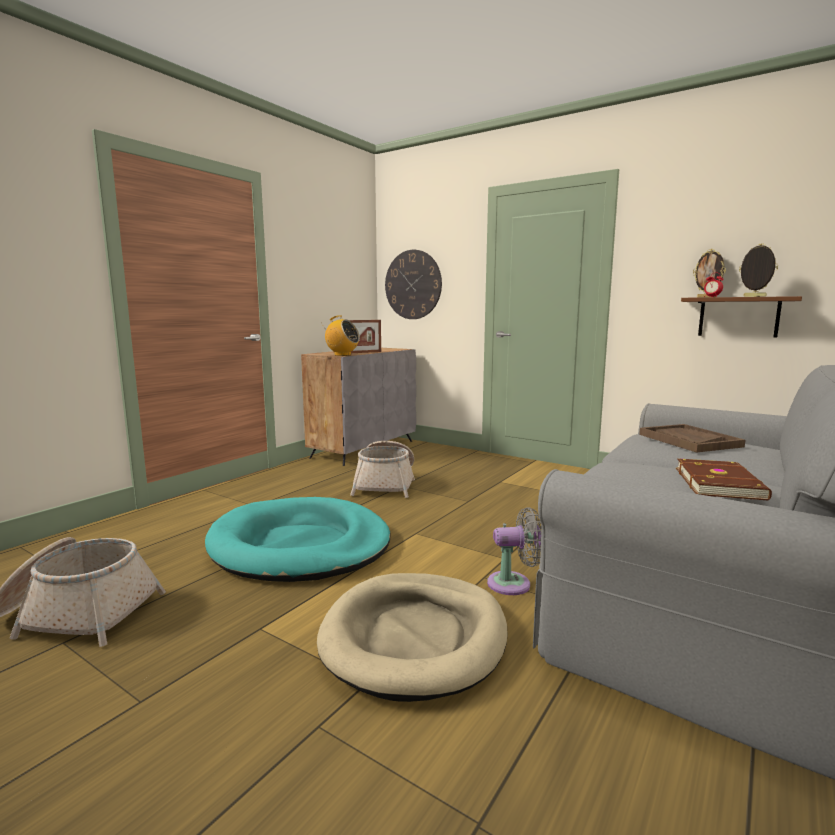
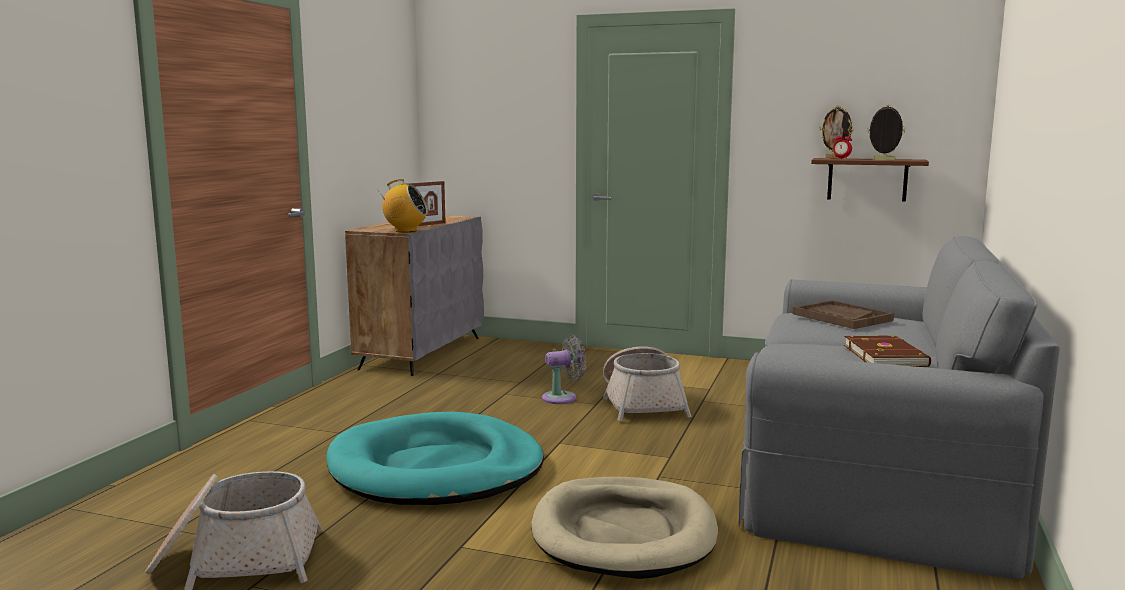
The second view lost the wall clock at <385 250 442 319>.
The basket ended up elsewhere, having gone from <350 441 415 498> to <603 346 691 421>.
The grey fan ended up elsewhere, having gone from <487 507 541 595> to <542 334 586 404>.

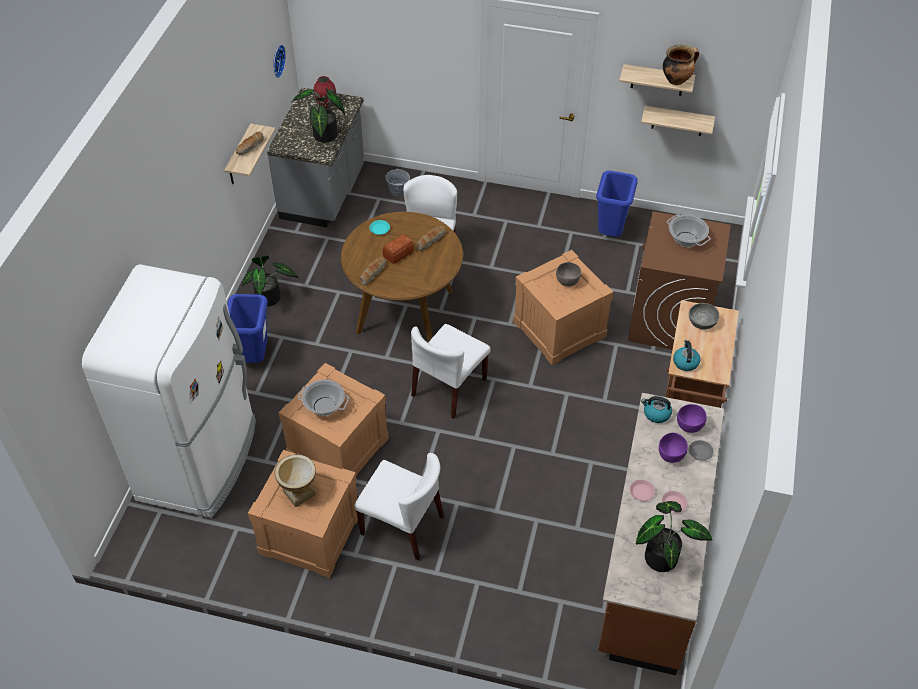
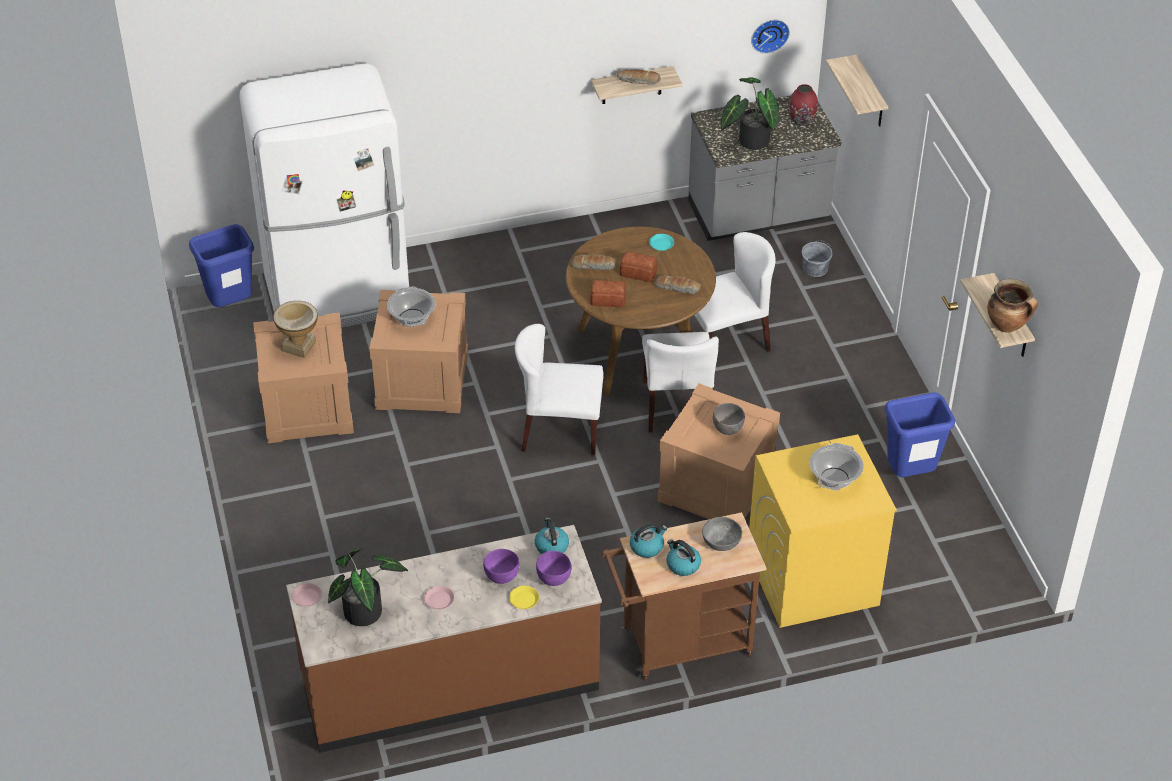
The shelf ended up elsewhere, having gone from <641 106 715 136> to <826 55 888 126>.
What was the brown washing machine at <628 211 731 349> turned into the yellow washing machine at <749 434 897 628>.
The second view lost the potted plant at <242 255 299 307>.
The blue trash can ended up elsewhere, having gone from <227 294 268 363> to <189 224 254 307>.
What was the grey plate at <689 440 714 461> turned into the yellow plate at <509 586 539 609>.
The white chair ended up elsewhere, having gone from <355 453 444 561> to <642 332 719 432>.
The pink plate ended up elsewhere, having gone from <630 480 655 501> to <292 583 322 607>.
The second view gained the bread at <590 280 626 307>.
The second view gained the kettle at <667 539 701 576>.

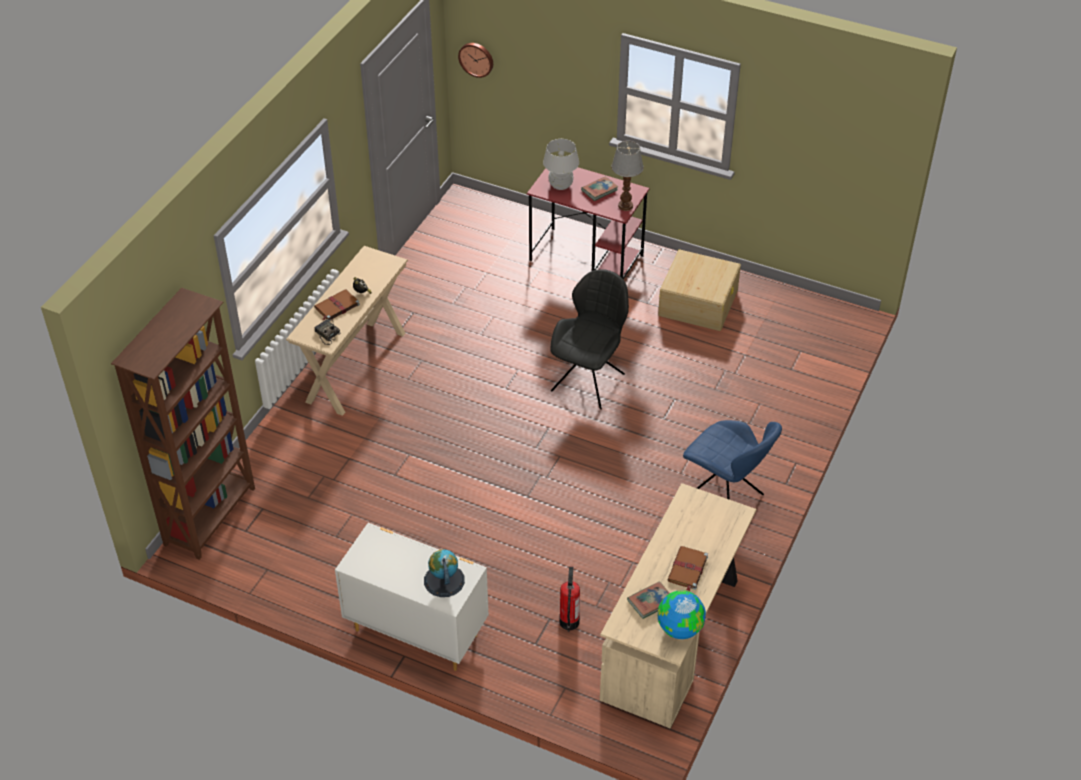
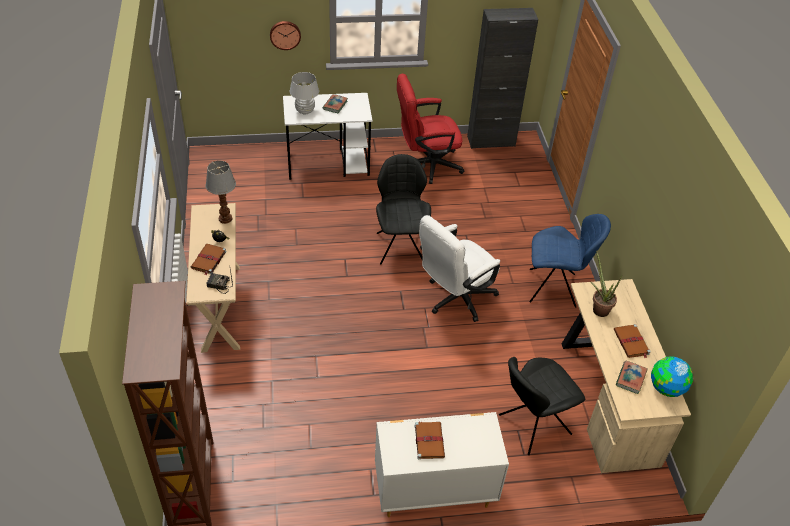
The wall clock ended up elsewhere, having gone from <458 43 493 78> to <270 21 301 50>.
The table lamp ended up elsewhere, having gone from <611 141 644 211> to <205 160 236 224>.
What was the red desk at <527 167 649 280> turned into the white desk at <283 93 373 180>.
Where the beige storage box stood at <658 250 741 331>, the red office chair came to stand at <397 74 464 184>.
The second view lost the globe at <424 549 465 597>.
Where the fire extinguisher stood at <559 566 580 632>, the black chair came to stand at <499 357 586 455>.
The second view gained the black cabinet at <467 8 538 149>.
The second view gained the white office chair at <419 215 500 322>.
The second view gained the potted plant at <591 251 622 317>.
The second view gained the brown book at <414 422 445 459>.

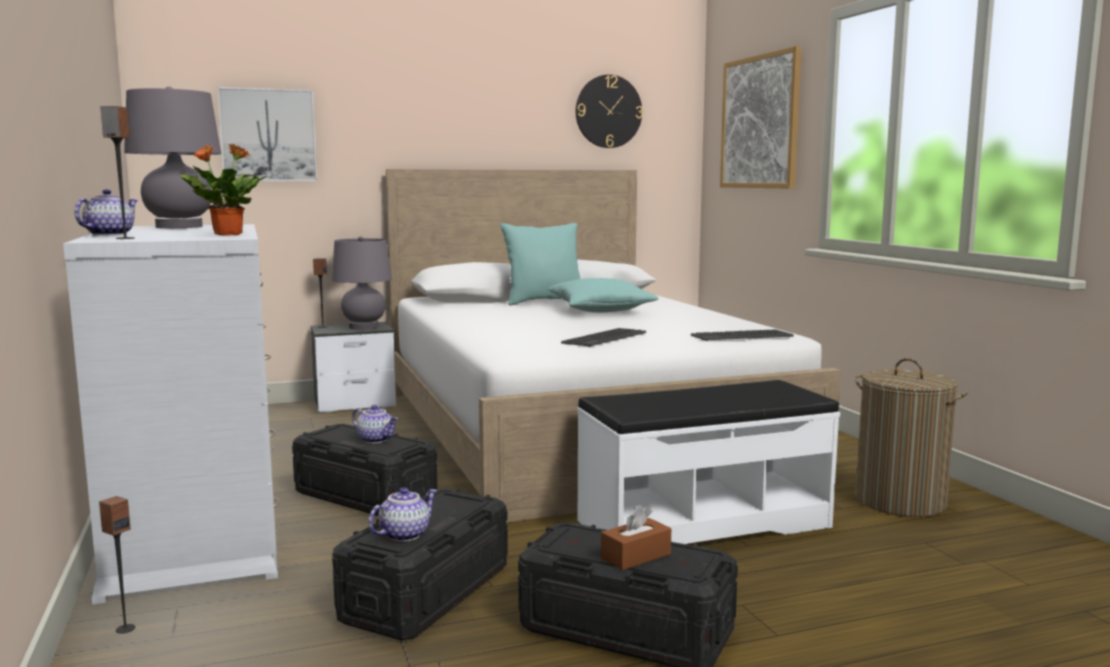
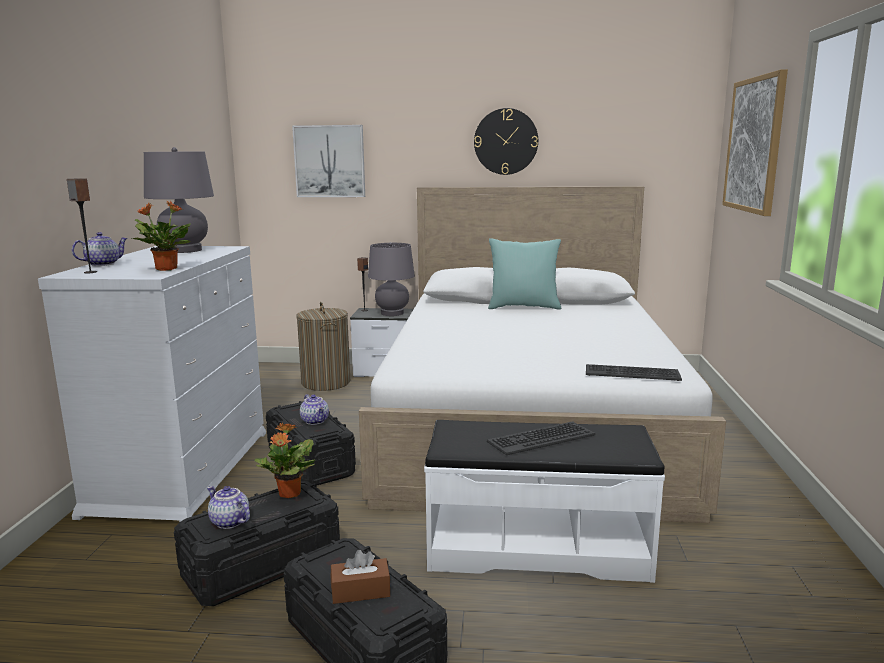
The wall clock ended up elsewhere, having gone from <575 75 643 148> to <474 108 538 175>.
The second view lost the turquoise pillow at <548 278 659 312>.
The keyboard ended up elsewhere, having gone from <561 328 646 347> to <487 421 595 455>.
The laundry basket ended up elsewhere, having gone from <855 358 968 517> to <296 302 350 391>.
The teapot at <368 488 437 542> ended up facing another way, 120 degrees counterclockwise from before.
The second view lost the speaker at <99 496 135 634>.
The second view gained the potted plant at <255 423 315 498>.

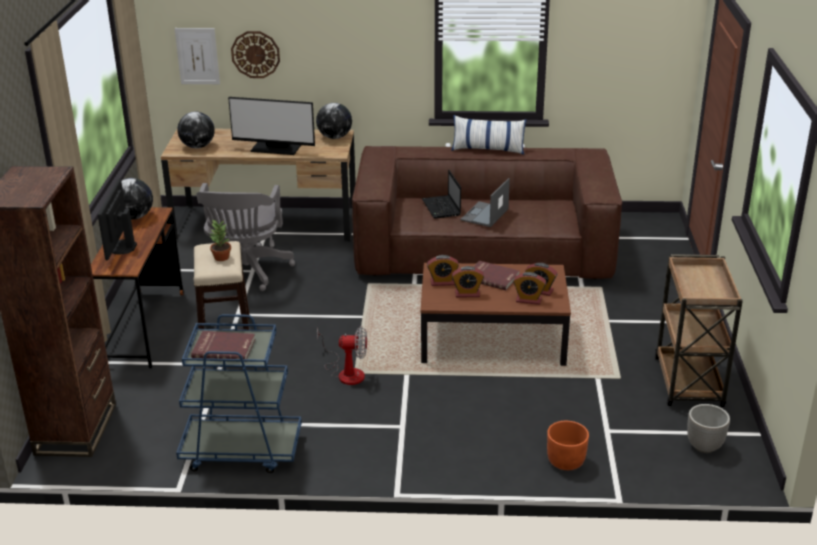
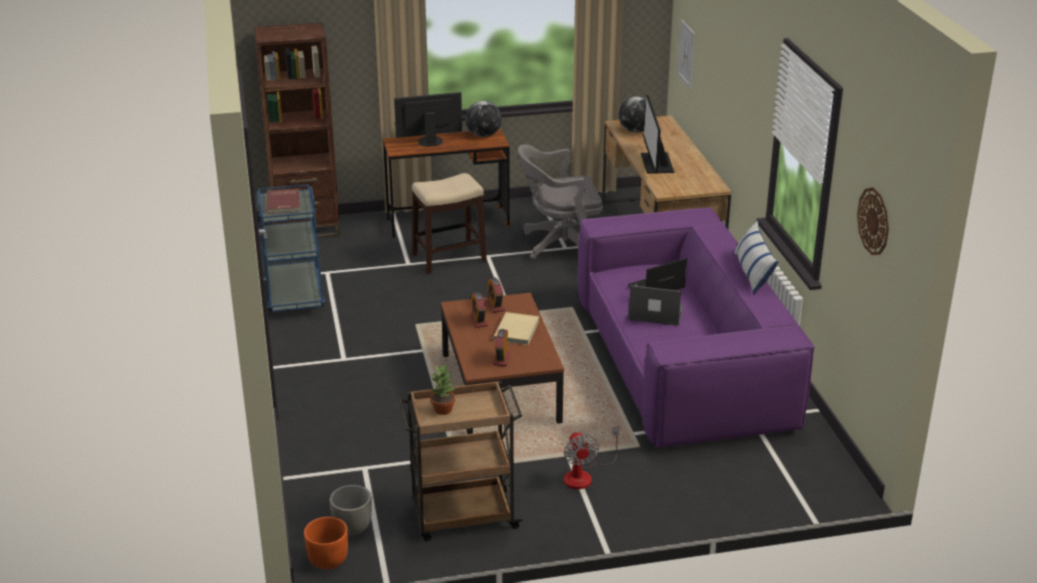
The wall clock ended up elsewhere, having gone from <231 31 280 78> to <857 187 889 255>.
The second view lost the globe at <316 103 352 139>.
What was the brown sofa at <352 146 622 279> turned into the purple sofa at <578 208 815 449>.
The potted plant ended up elsewhere, having gone from <210 219 231 261> to <430 365 455 415>.
What was the red book at <473 261 520 290> turned into the beige book at <493 312 539 345>.
The second view lost the alarm clock at <513 272 546 305>.
The fan ended up elsewhere, having gone from <317 326 367 385> to <564 426 619 489>.
The orange planter ended up elsewhere, having gone from <547 421 589 470> to <304 517 348 569>.

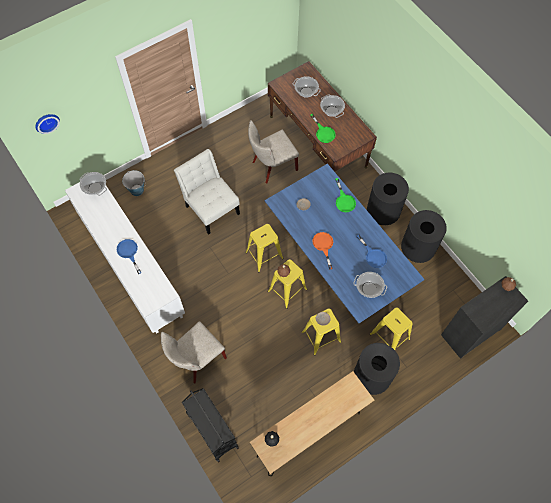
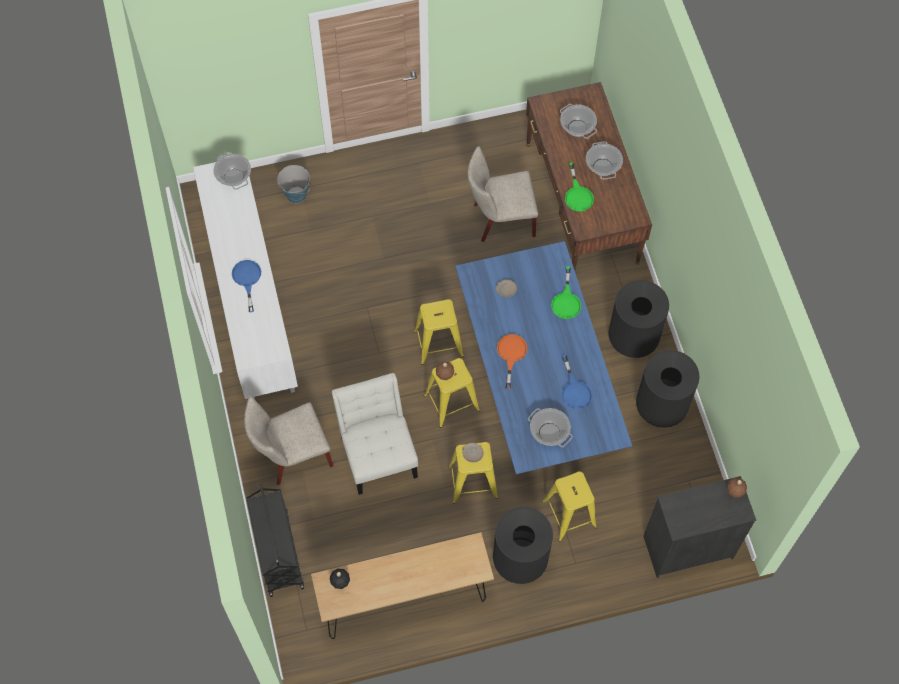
The second view lost the wall clock at <35 114 60 134>.
The white chair ended up elsewhere, having gone from <174 149 240 235> to <332 373 418 495>.

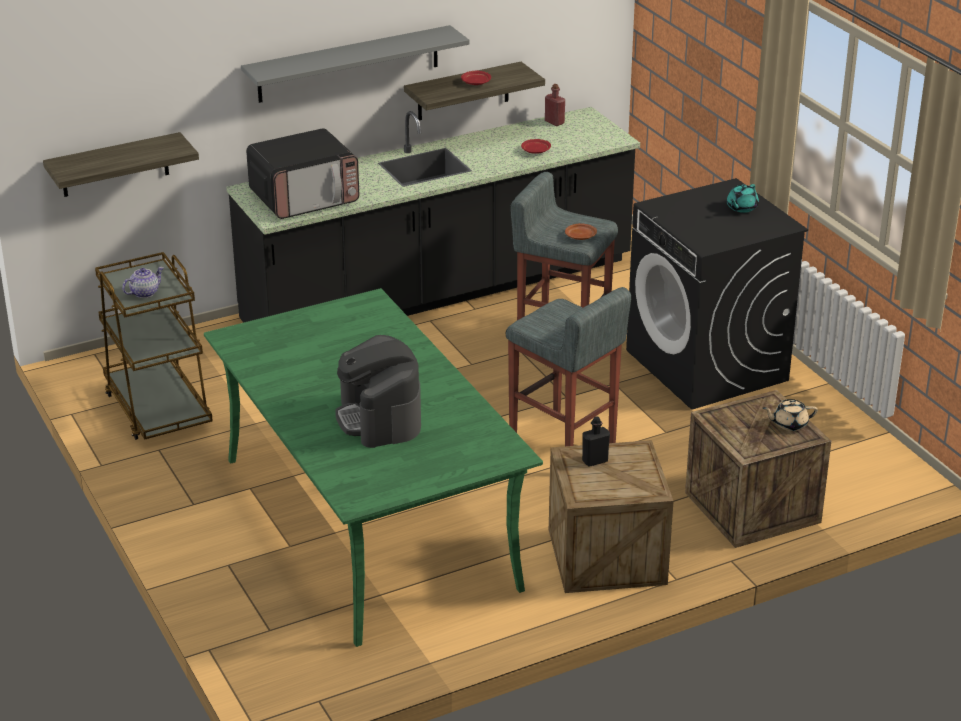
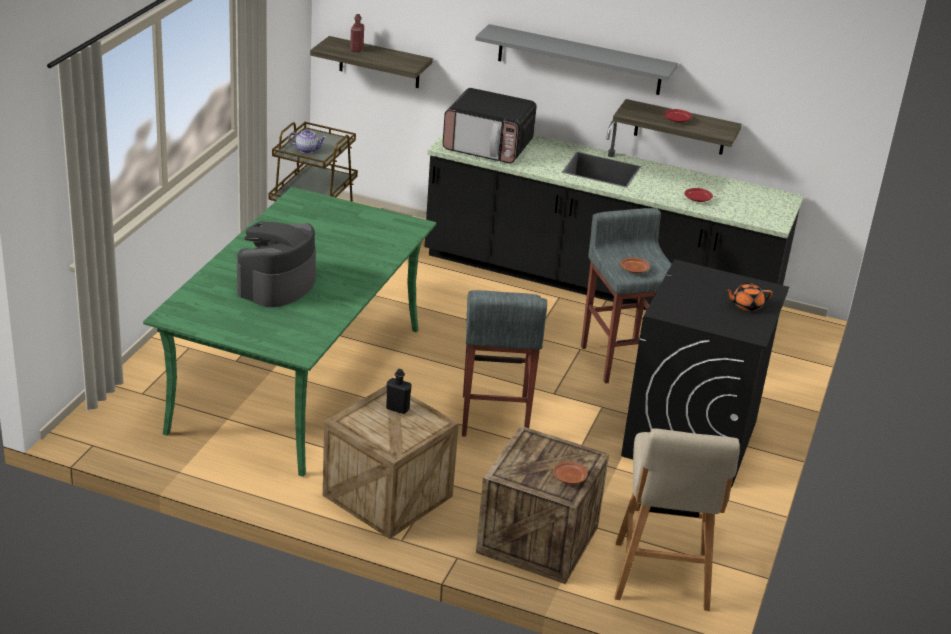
The red bottle ended up elsewhere, having gone from <545 84 565 126> to <350 14 364 52>.
What was the turquoise teapot at <727 184 759 213> turned into the orange teapot at <725 283 773 311>.
Where the beige teapot stood at <763 399 818 431>, the brown plate came to stand at <553 461 588 484>.
The second view gained the beige stool at <615 428 740 611>.

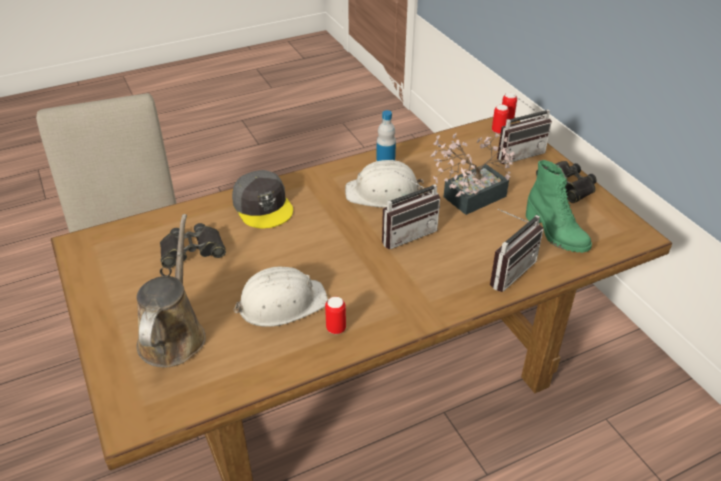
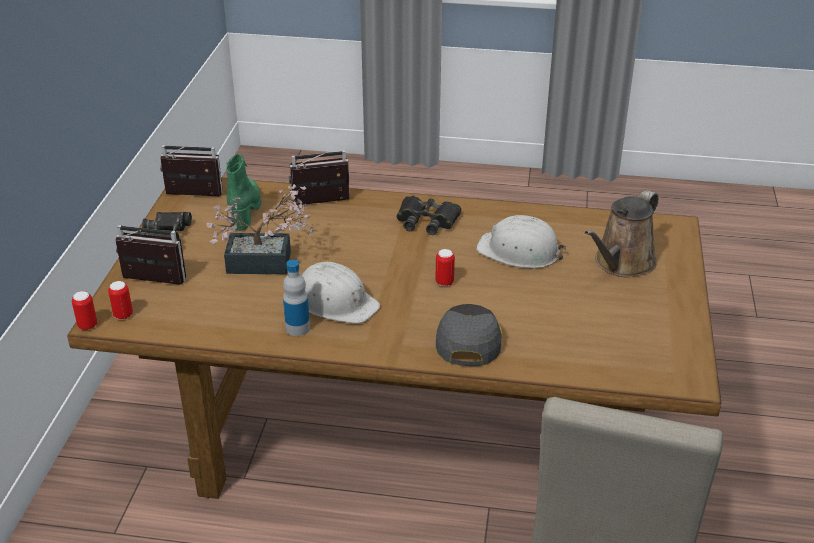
The radio ended up elsewhere, having gone from <382 170 440 249> to <160 145 223 196>.
The black binoculars ended up elsewhere, having gone from <160 223 226 268> to <396 196 461 235>.
The can ended up elsewhere, having gone from <325 297 346 334> to <435 249 455 286>.

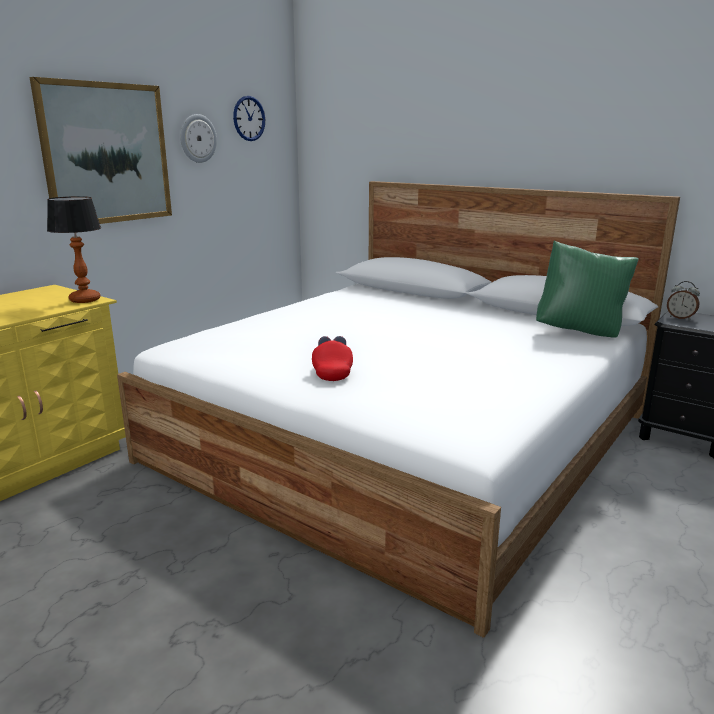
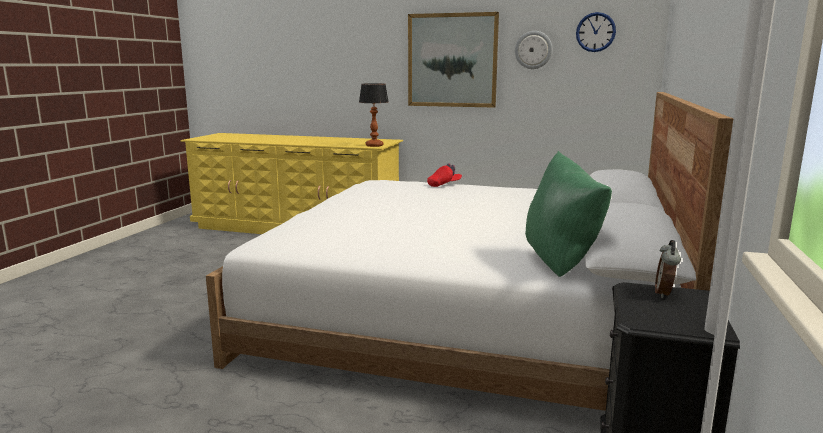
The red cap ended up elsewhere, having gone from <312 336 353 381> to <427 163 462 187>.

